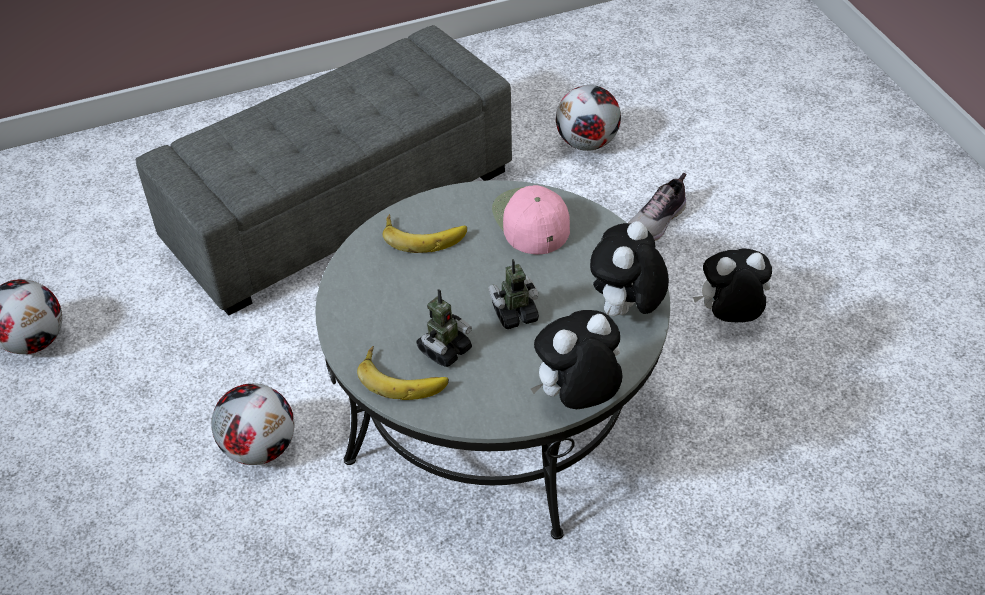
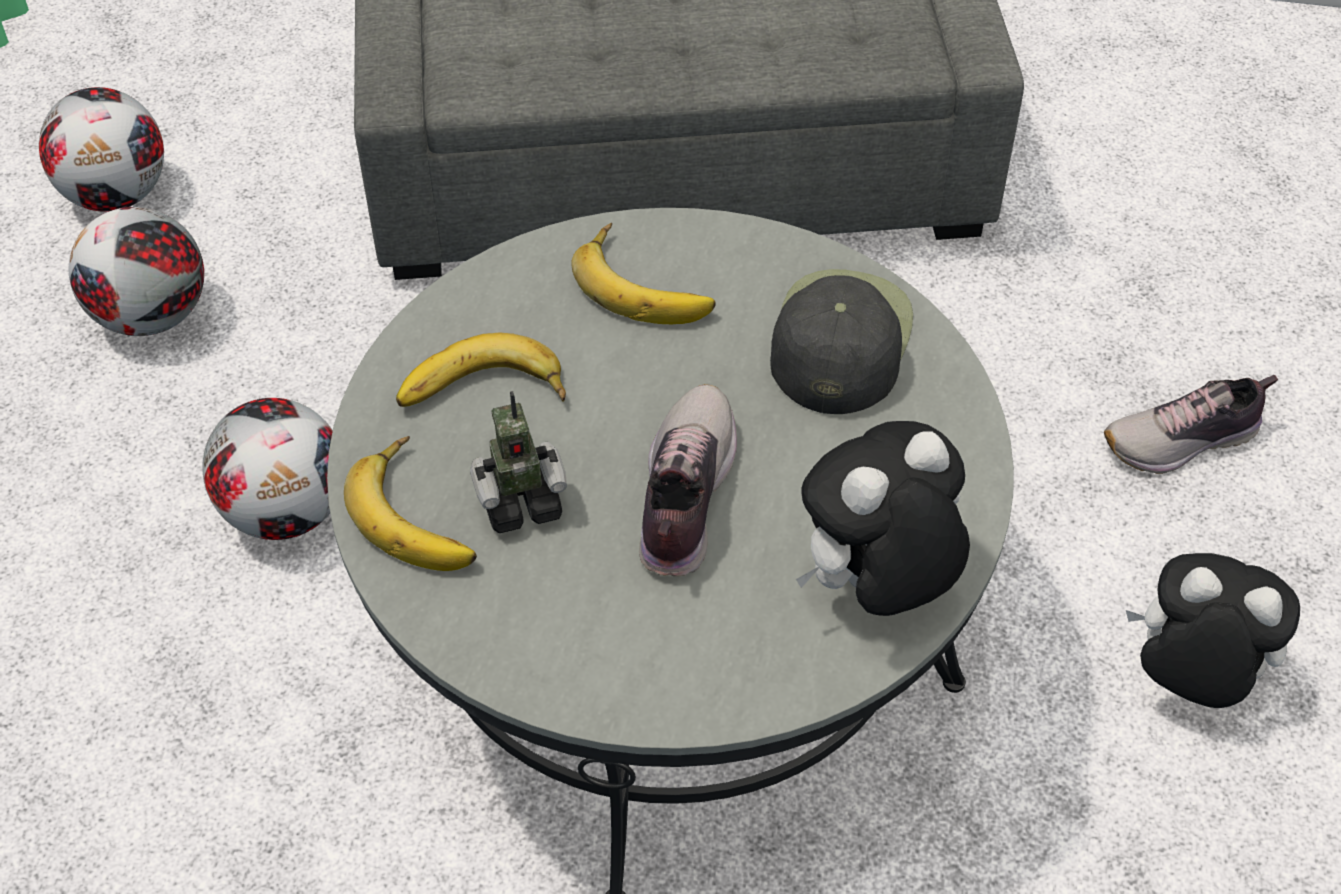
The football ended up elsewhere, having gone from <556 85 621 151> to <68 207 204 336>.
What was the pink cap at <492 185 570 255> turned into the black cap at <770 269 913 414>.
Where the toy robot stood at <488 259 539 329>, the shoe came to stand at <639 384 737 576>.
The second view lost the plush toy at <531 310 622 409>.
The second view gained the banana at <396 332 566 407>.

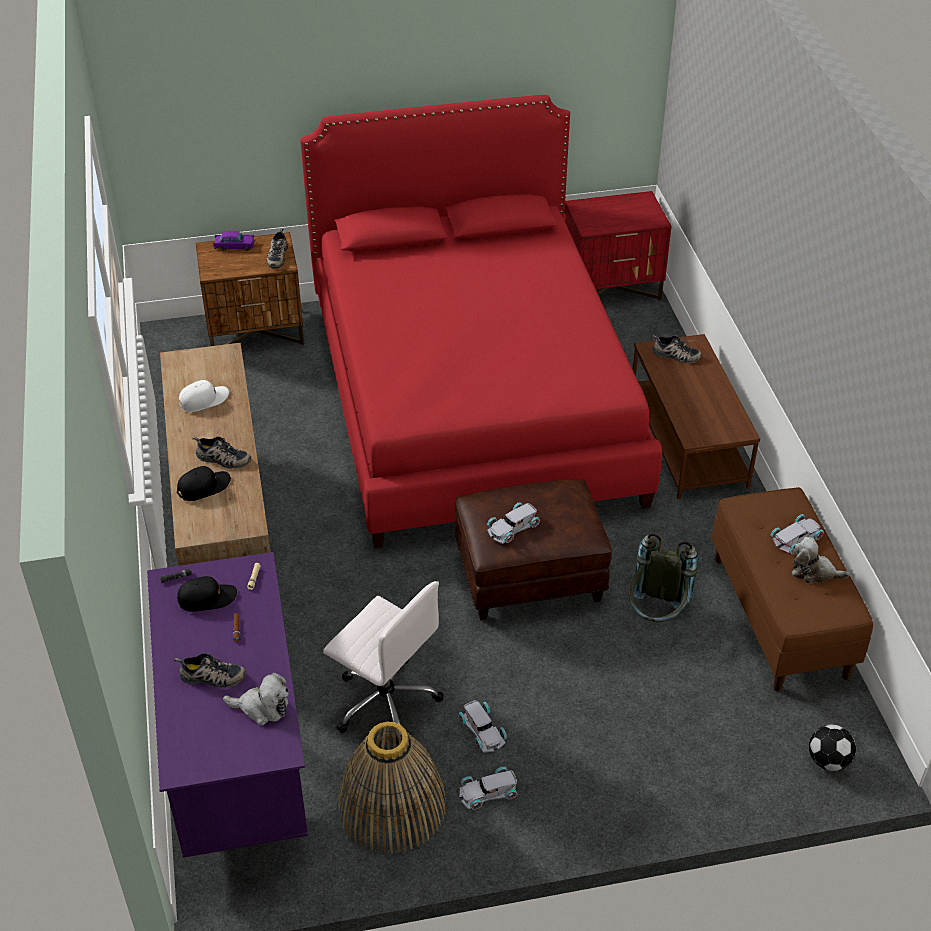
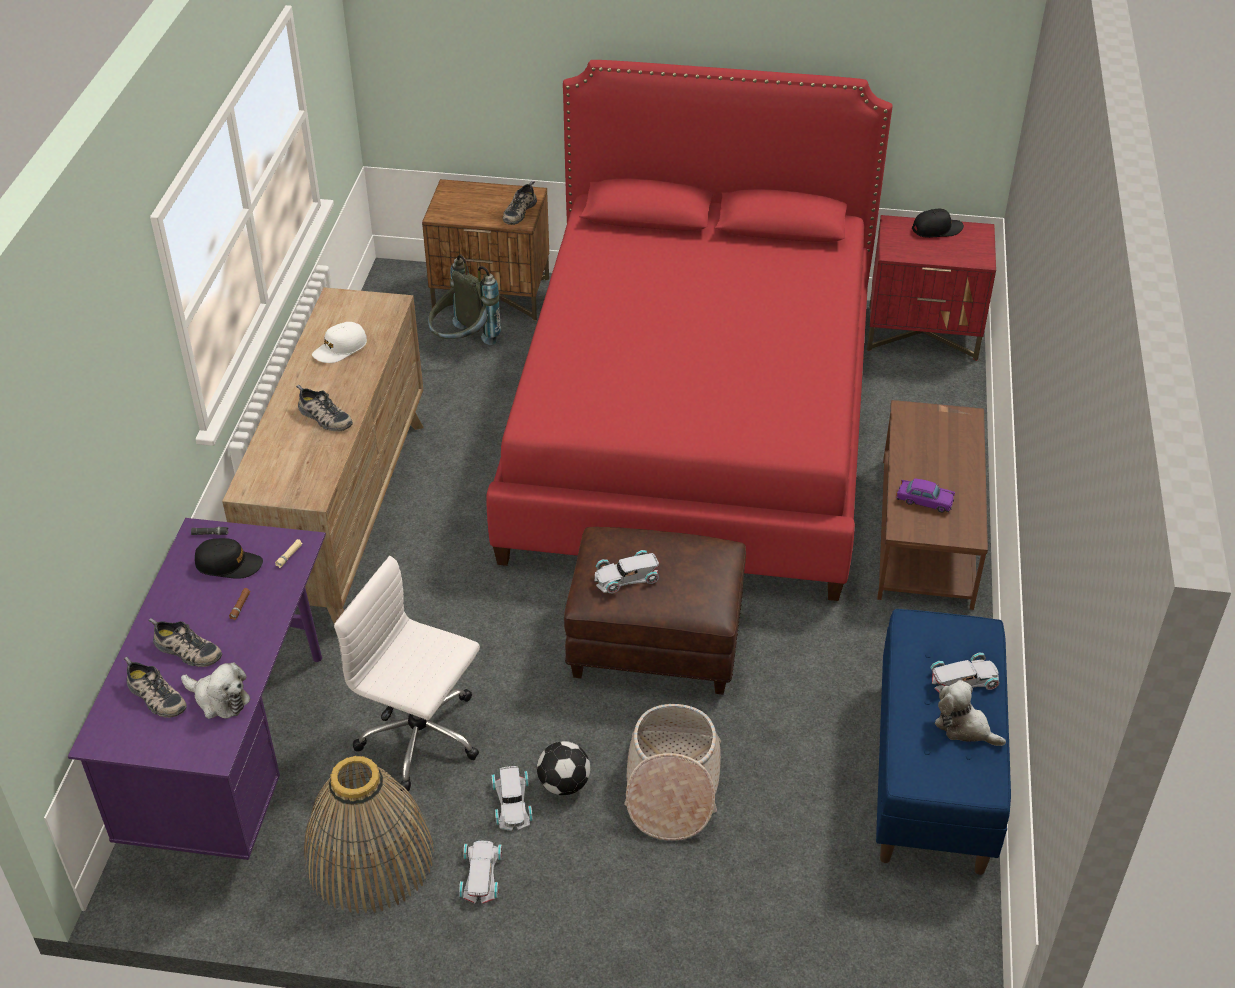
The purple toy car ended up elsewhere, having gone from <213 231 255 251> to <896 478 955 512>.
The shoe ended up elsewhere, having gone from <652 335 702 363> to <124 657 187 718>.
The white cap at <178 380 229 412> ended up facing another way, 150 degrees clockwise from before.
The black cap ended up elsewhere, having gone from <177 466 231 501> to <912 209 964 238>.
What was the brown bench at <711 487 873 692> turned into the blue bench at <876 609 1011 875>.
The grey backpack ended up elsewhere, having gone from <629 533 699 622> to <428 255 501 345>.
The white office chair at <323 581 444 746> ended up facing another way, 150 degrees clockwise from before.
The football ended up elsewhere, having gone from <809 725 856 771> to <537 741 590 795>.
The white toy car at <460 767 518 810> ended up facing another way, 90 degrees clockwise from before.
The second view gained the basket at <624 704 721 841>.

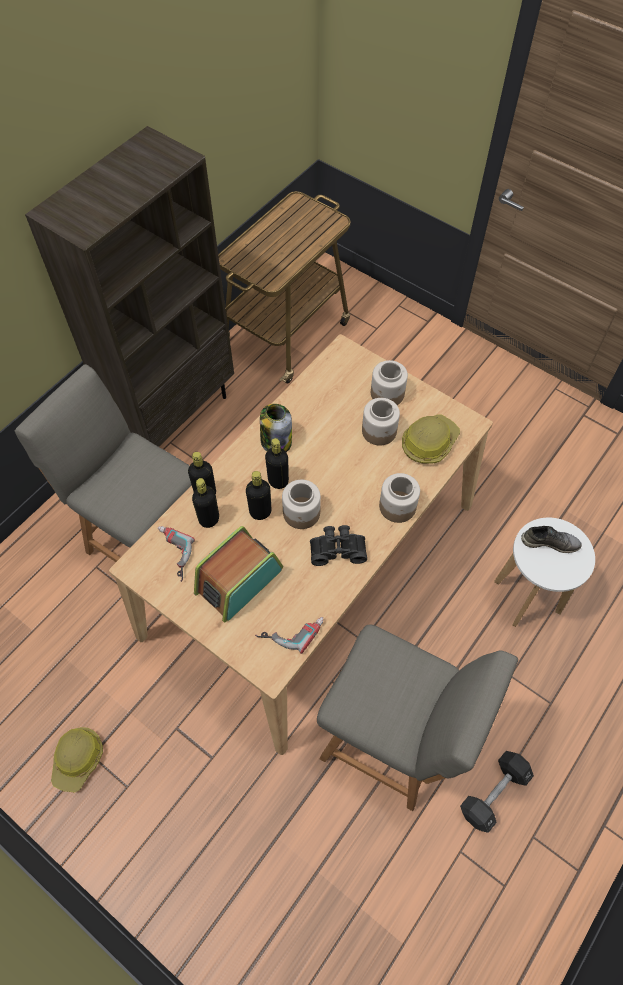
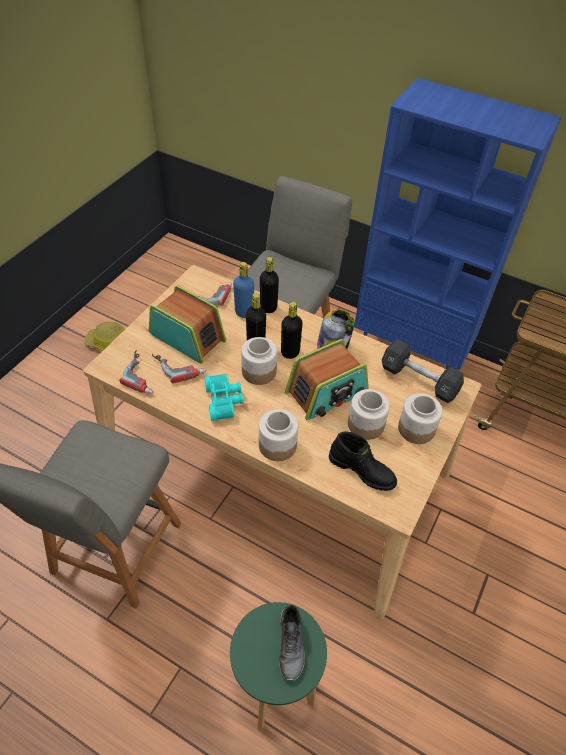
What was the brown bookcase at <25 126 234 447> turned into the blue bookcase at <354 78 562 371>.
Where the hard hat stood at <402 415 460 464>, the black boot came to stand at <329 431 397 491>.
What was the black bottle at <192 478 219 528> turned into the blue bottle at <233 262 254 318>.
What was the white stool at <494 518 595 627> turned into the green stool at <230 602 327 731>.
What was the black binoculars at <310 525 367 566> turned into the turquoise binoculars at <205 374 244 421>.
The black dumbbell ended up elsewhere, having gone from <460 751 534 833> to <382 339 464 403>.
The second view gained the radio at <285 339 369 420>.
The second view gained the power drill at <152 354 207 384>.

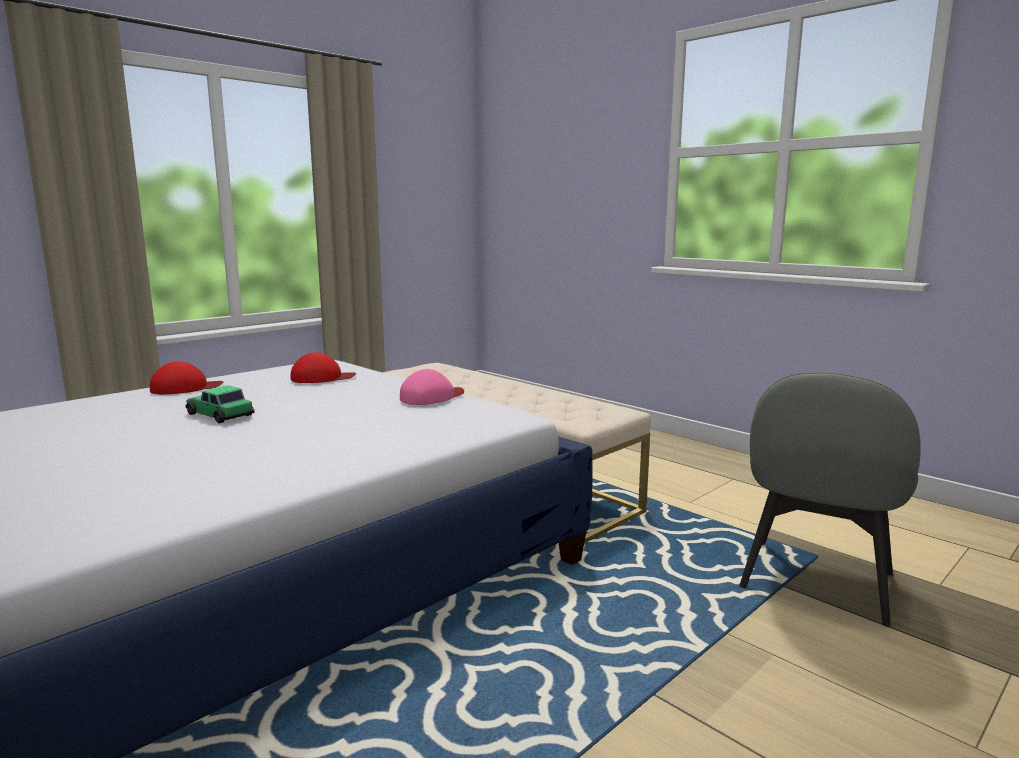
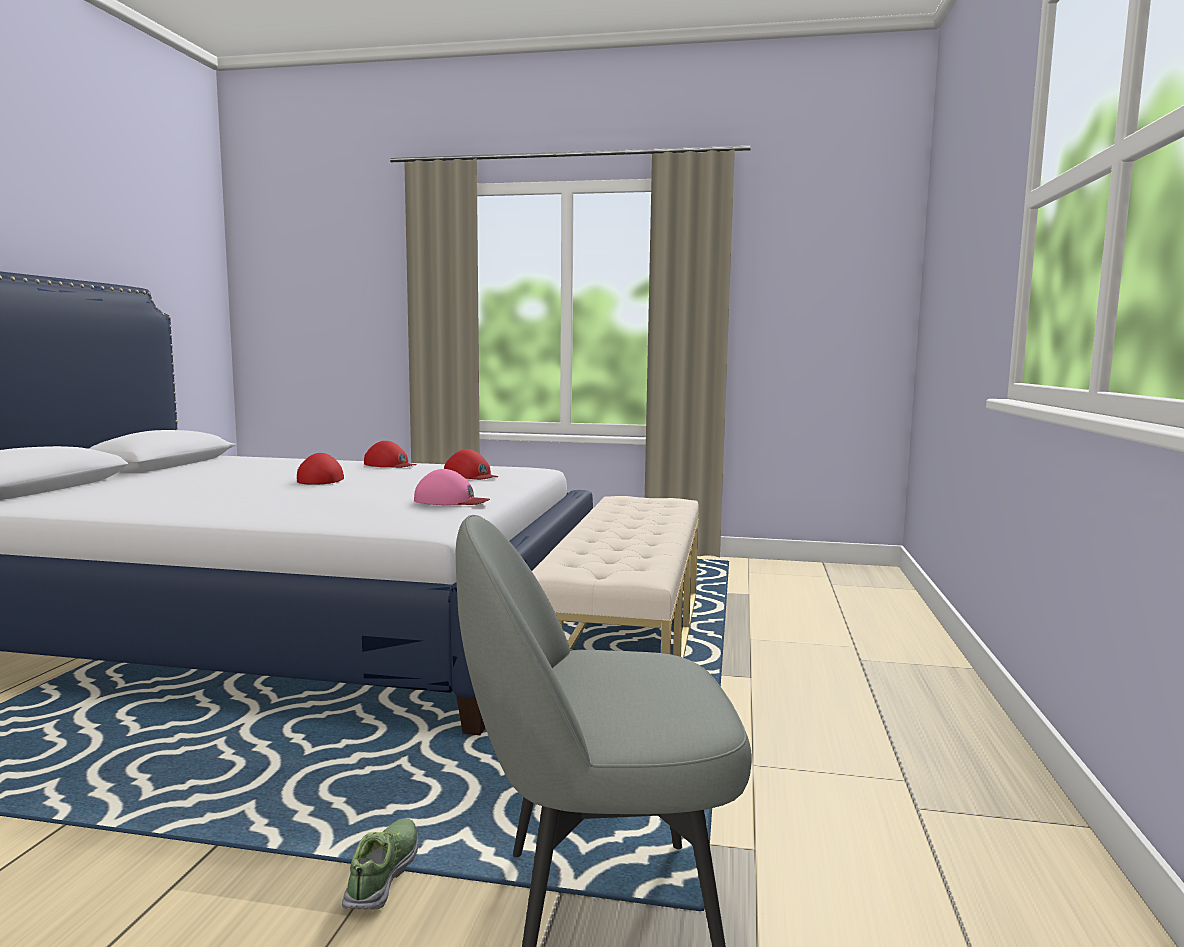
Where the toy car stood at <186 385 255 423>, the red cap came to stand at <297 453 344 485>.
The second view gained the shoe at <342 818 418 910>.

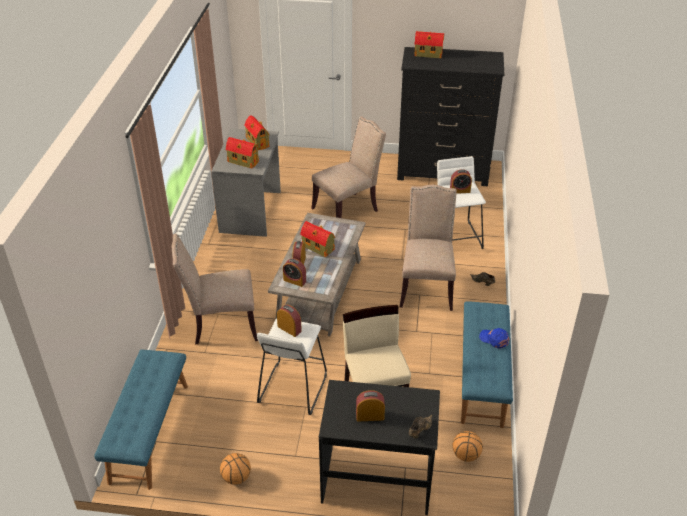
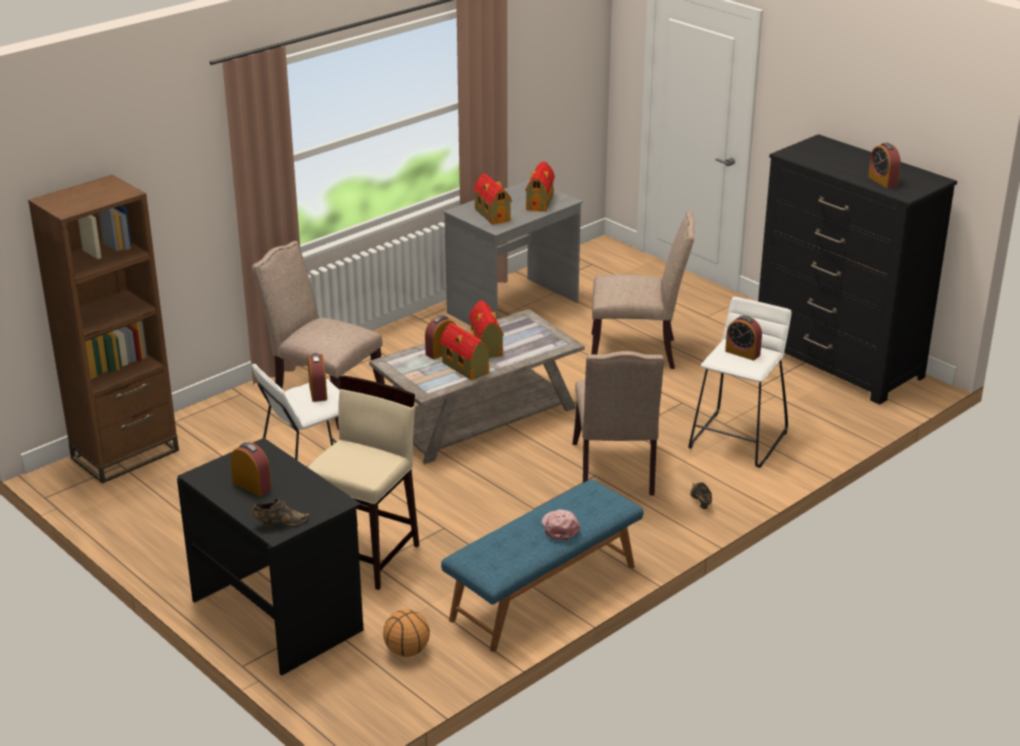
The toy house ended up elsewhere, having gone from <415 31 444 58> to <440 323 490 380>.
The beige chair at <400 185 457 311> ended up facing another way, 135 degrees clockwise from before.
The alarm clock ended up elsewhere, having gone from <283 258 306 287> to <868 143 901 188>.
What was the blue cap at <479 328 510 349> turned into the pink cap at <542 510 581 541>.
Where the blue bench stood at <94 350 188 490>, the brown bookcase came to stand at <28 175 179 484>.
The second view lost the basketball at <220 453 251 485>.

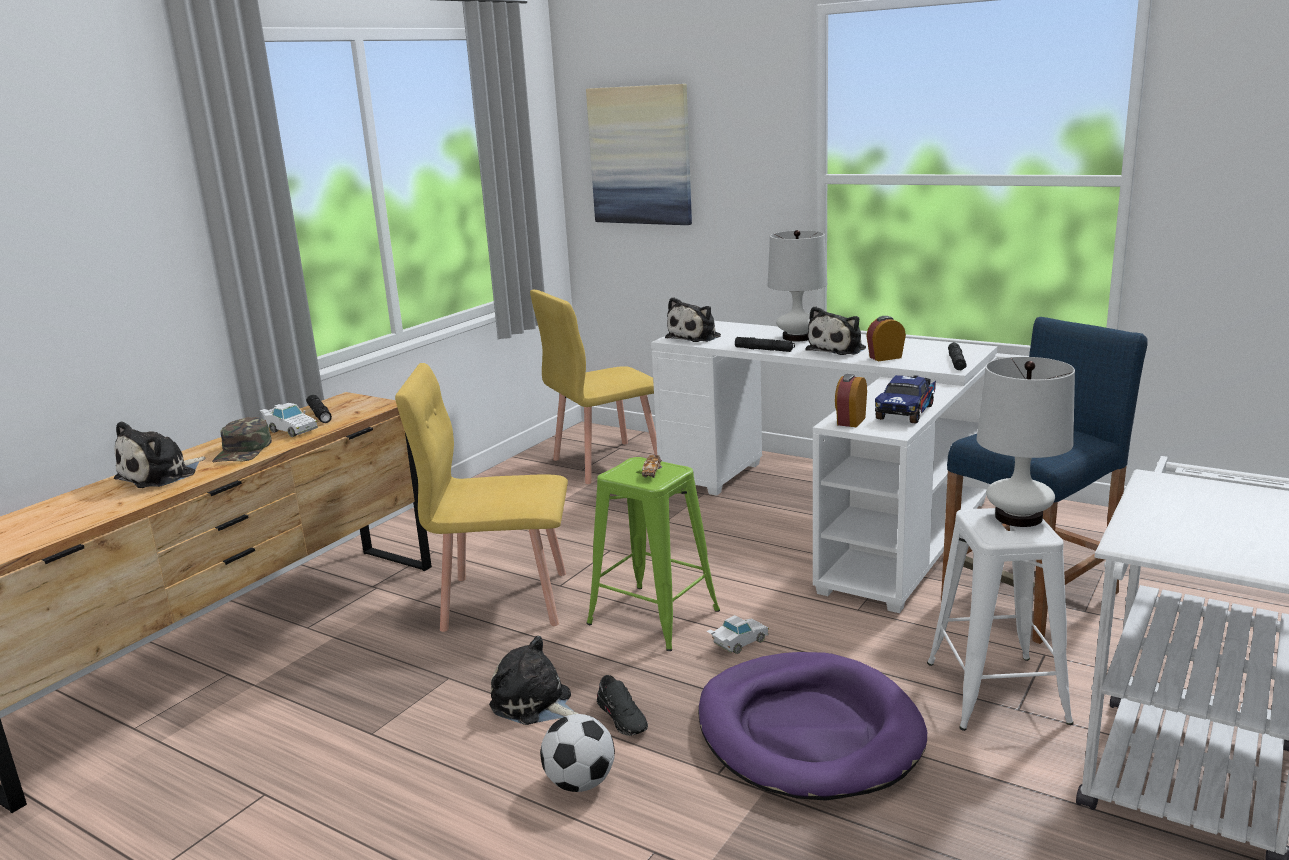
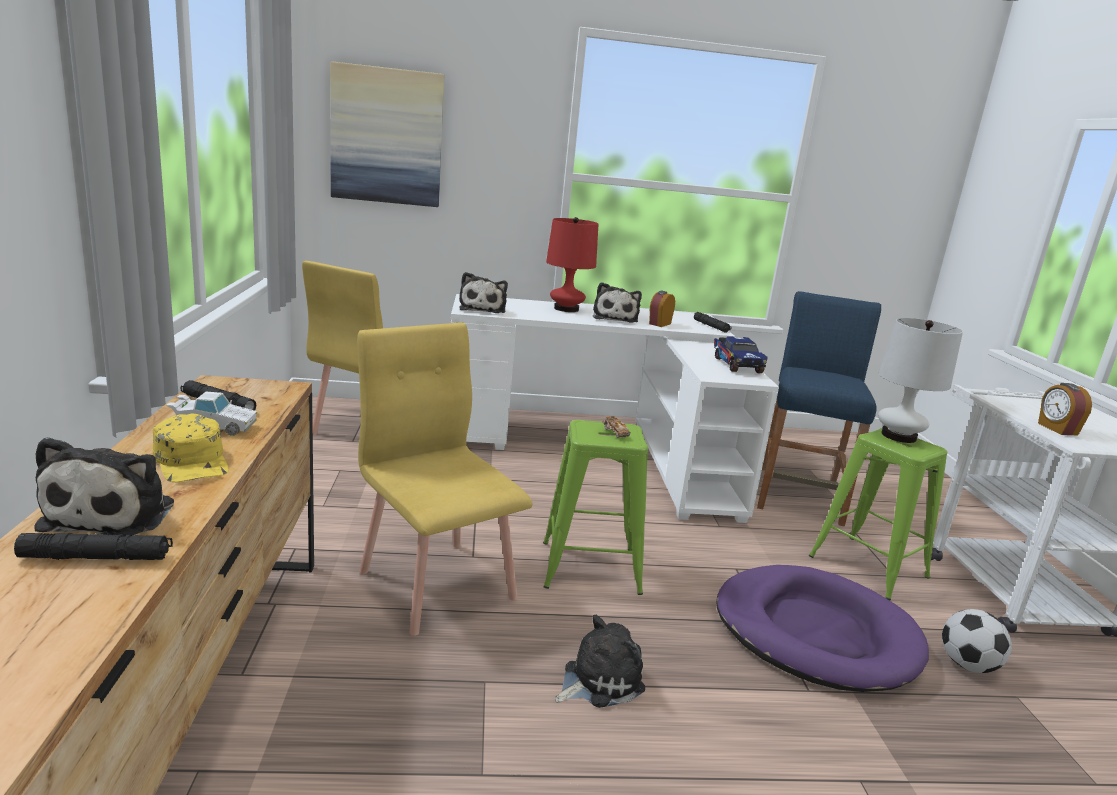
What was the white table lamp at <768 230 827 341> turned into the red table lamp at <546 217 599 312>.
The black flashlight ended up elsewhere, having gone from <735 337 795 352> to <14 533 173 560>.
The yellow chair at <395 363 568 632> ended up facing another way, 90 degrees clockwise from before.
The alarm clock ended up elsewhere, having gone from <835 374 867 427> to <1038 383 1092 435>.
What was the green cap at <212 417 272 462> turned into the yellow cap at <153 413 229 482>.
What was the white stool at <927 508 1074 731> turned into the green stool at <809 428 947 600>.
The second view lost the white toy car at <707 615 769 654>.
The plush toy at <489 636 578 725> ended up facing another way, 150 degrees clockwise from before.
The second view lost the black shoe at <597 675 648 736>.
The football ended up elsewhere, having gone from <540 714 615 792> to <942 609 1012 673>.

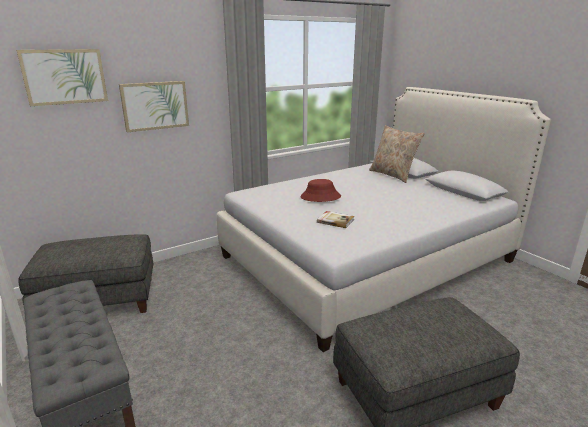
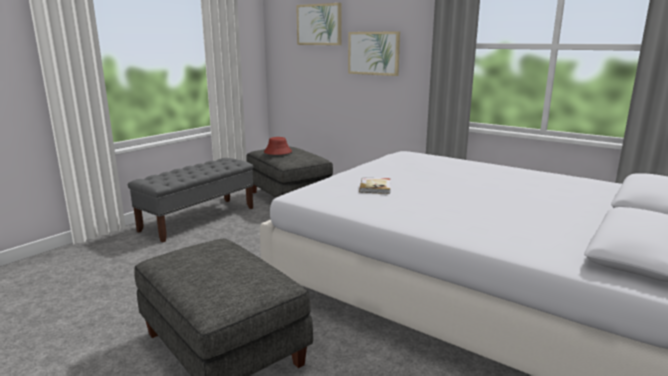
The second view lost the beige pillow at <369 125 425 183>.
The red hat ended up elsewhere, having gone from <301 179 341 202> to <264 137 292 155>.

